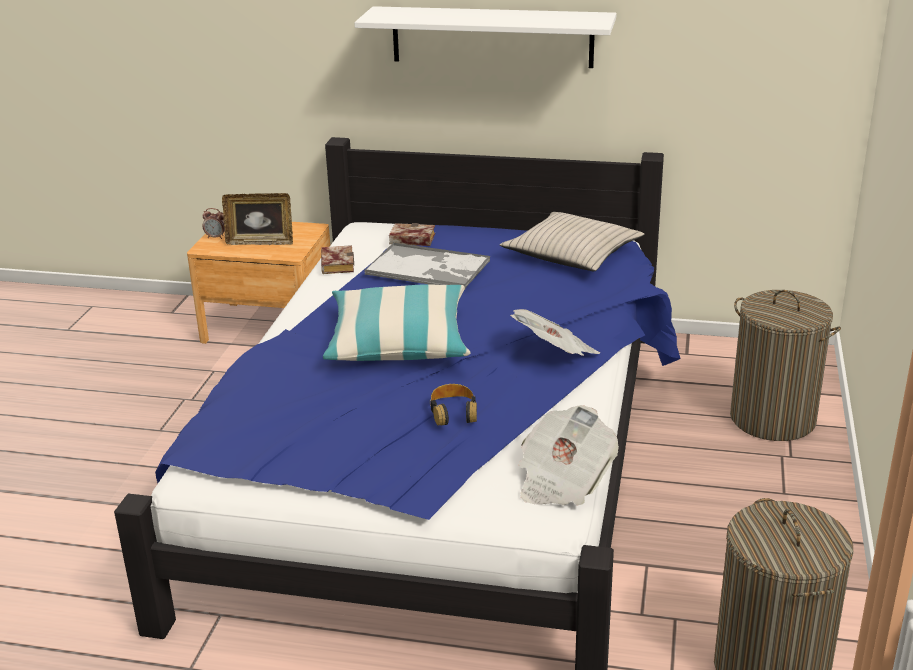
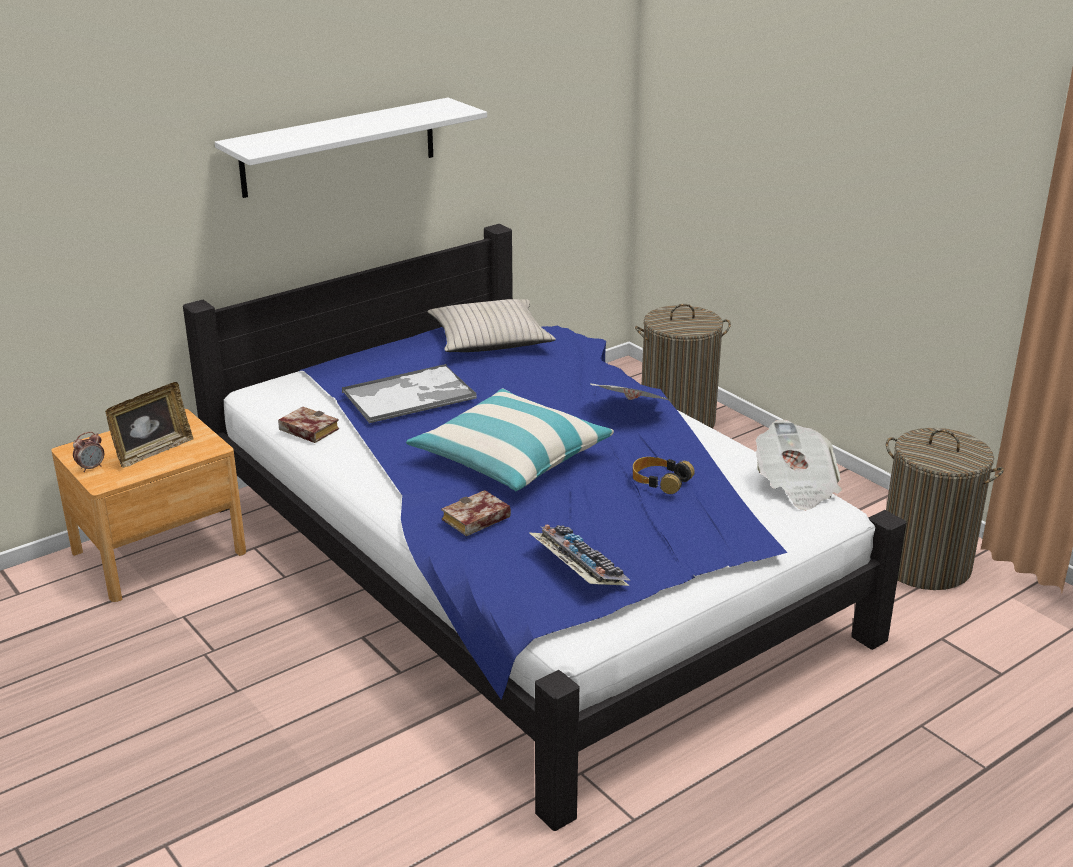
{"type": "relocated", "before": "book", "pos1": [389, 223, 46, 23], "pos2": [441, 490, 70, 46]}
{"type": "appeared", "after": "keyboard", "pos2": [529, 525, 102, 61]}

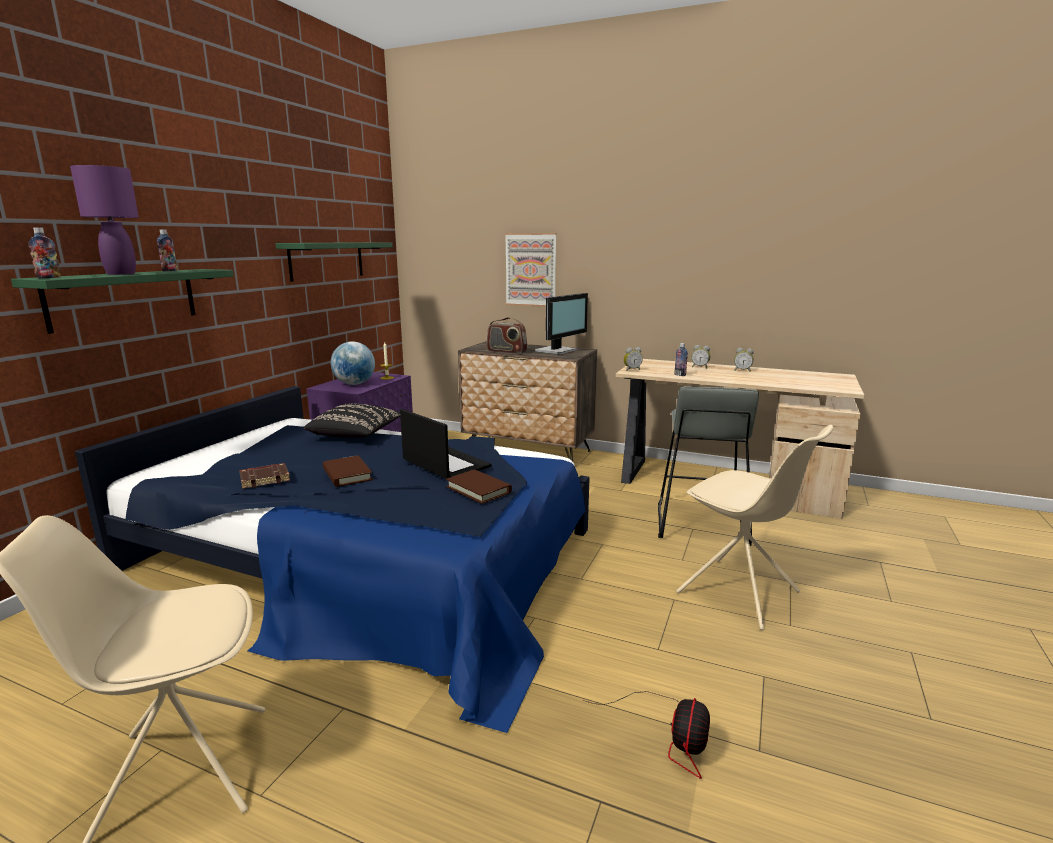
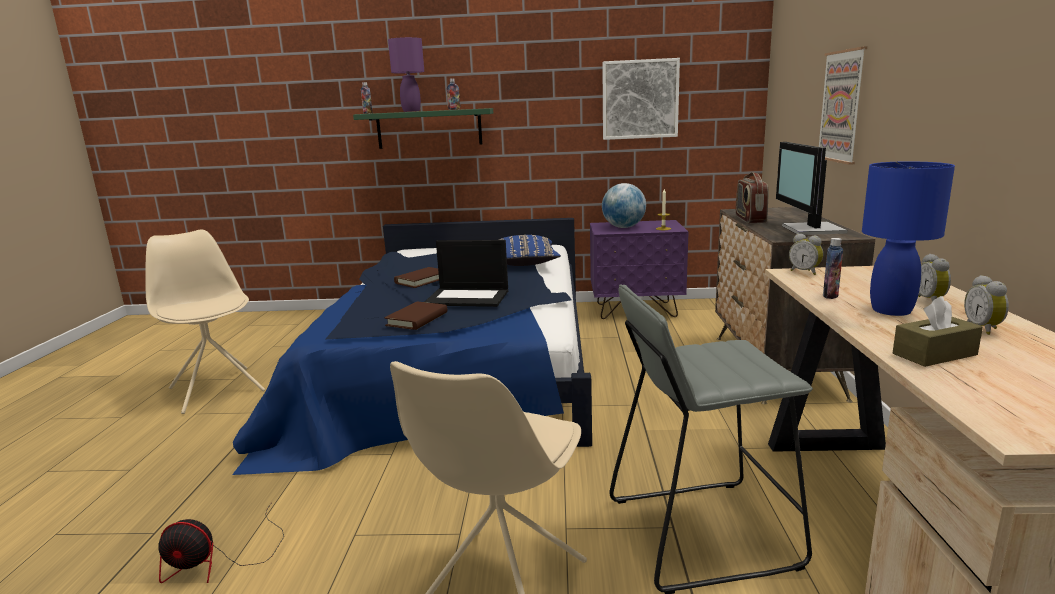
{"type": "spun", "before": "laptop", "pos1": [400, 409, 92, 70], "pos2": [425, 240, 83, 67], "turn": 75}
{"type": "colour", "before": "black pillow", "after": "blue pillow", "pos1": [304, 403, 96, 35], "pos2": [499, 235, 62, 31]}
{"type": "exchanged", "before": "green shelf", "after": "picture", "pos1": [276, 242, 117, 40], "pos2": [602, 58, 78, 82]}
{"type": "spun", "before": "monitor", "pos1": [535, 293, 53, 62], "pos2": [776, 142, 72, 93], "turn": 75}
{"type": "appeared", "after": "blue table lamp", "pos2": [862, 161, 93, 155]}
{"type": "appeared", "after": "brown tissue box", "pos2": [893, 296, 90, 71]}
{"type": "missing", "before": "brown book", "pos1": [239, 463, 51, 26]}

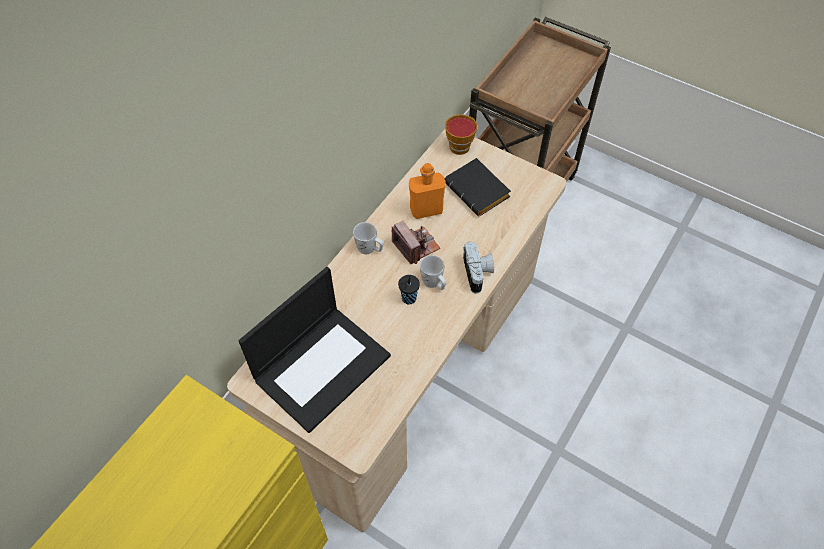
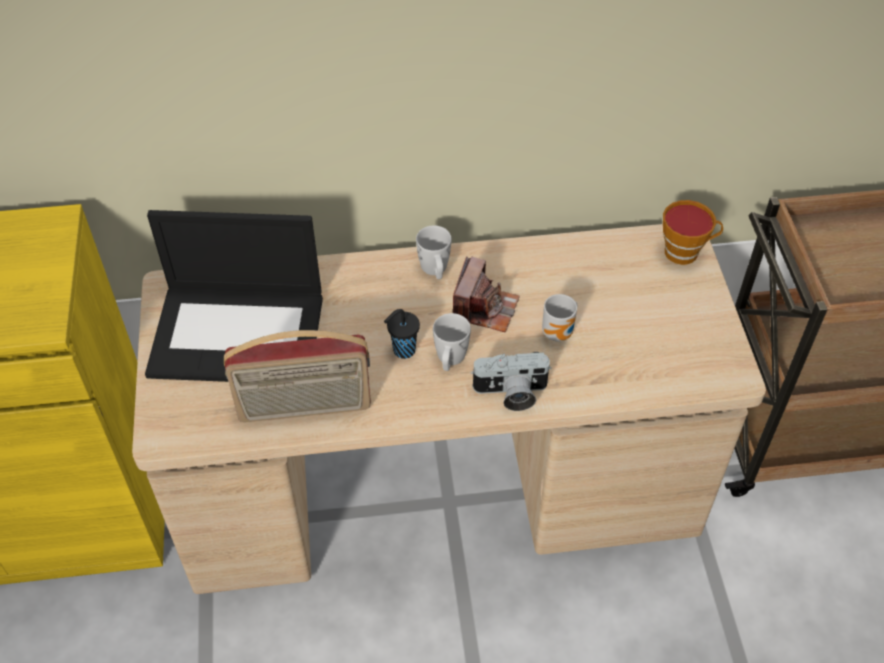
{"type": "appeared", "after": "radio", "pos2": [224, 330, 147, 92]}
{"type": "spun", "before": "photo camera", "pos1": [463, 241, 31, 53], "pos2": [470, 352, 82, 59], "turn": 45}
{"type": "appeared", "after": "mug", "pos2": [542, 294, 35, 48]}
{"type": "missing", "before": "orange bottle", "pos1": [409, 163, 37, 56]}
{"type": "missing", "before": "black book", "pos1": [445, 158, 66, 58]}

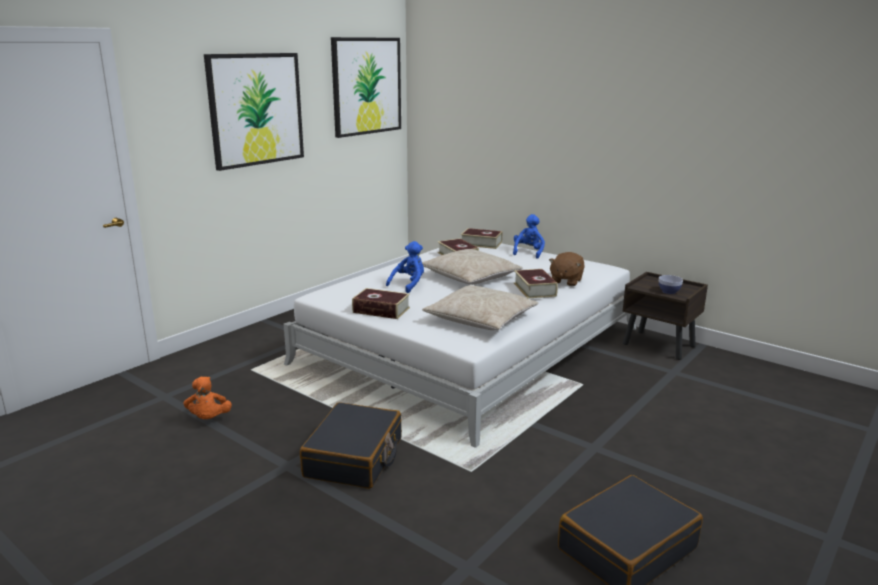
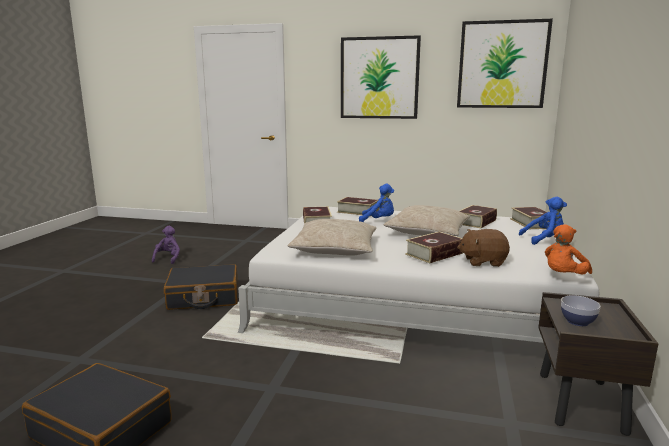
{"type": "appeared", "after": "purple plush toy", "pos2": [152, 226, 28, 38]}
{"type": "appeared", "after": "book", "pos2": [337, 197, 42, 18]}
{"type": "relocated", "before": "orange plush toy", "pos1": [184, 377, 48, 42], "pos2": [545, 224, 47, 51]}

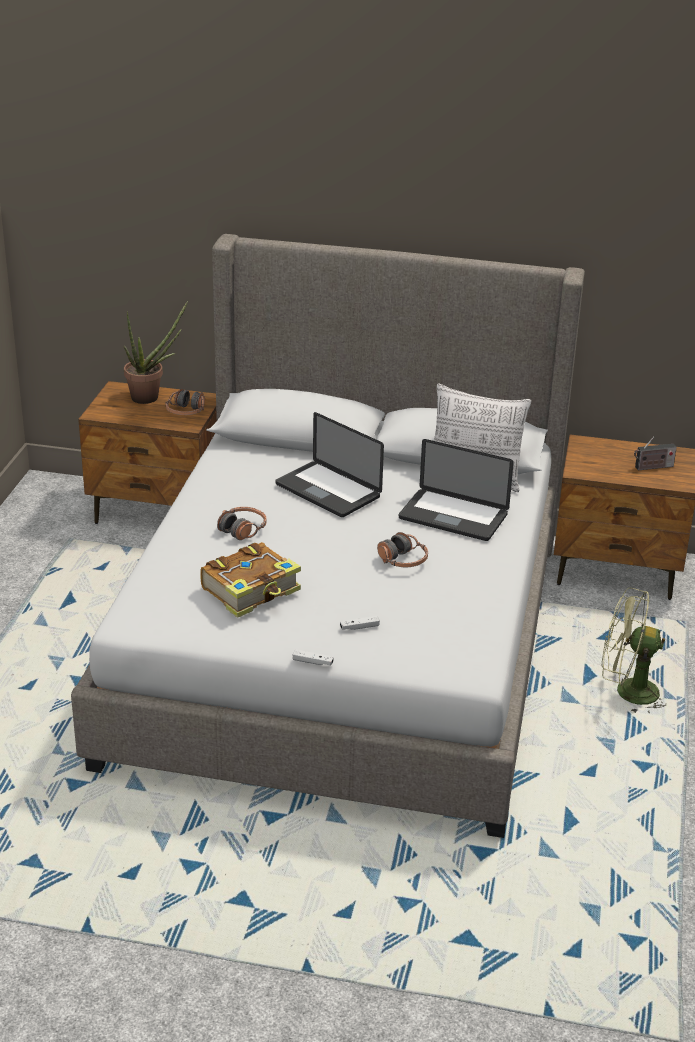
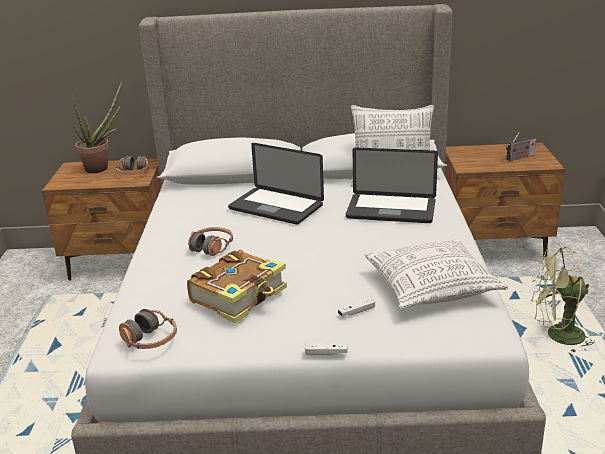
{"type": "relocated", "before": "headphones", "pos1": [377, 532, 51, 35], "pos2": [119, 309, 58, 40]}
{"type": "appeared", "after": "pillow", "pos2": [364, 239, 144, 70]}

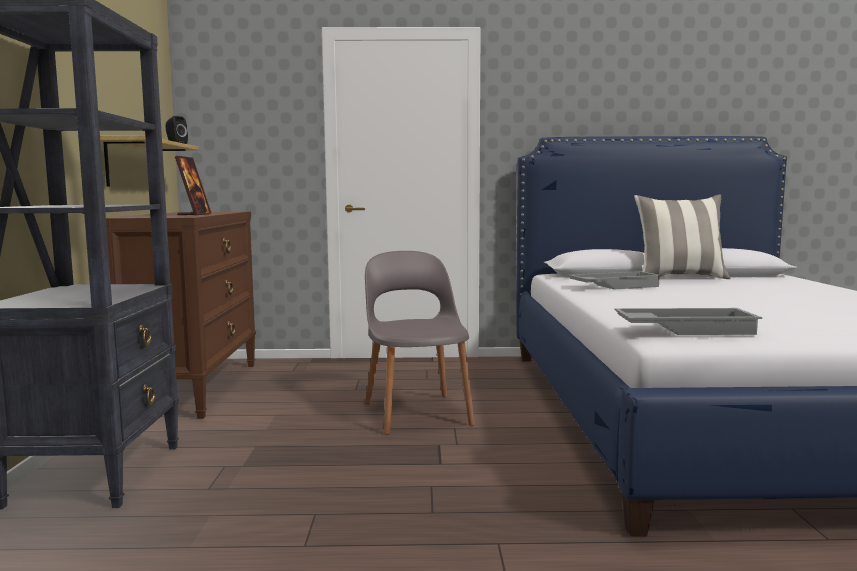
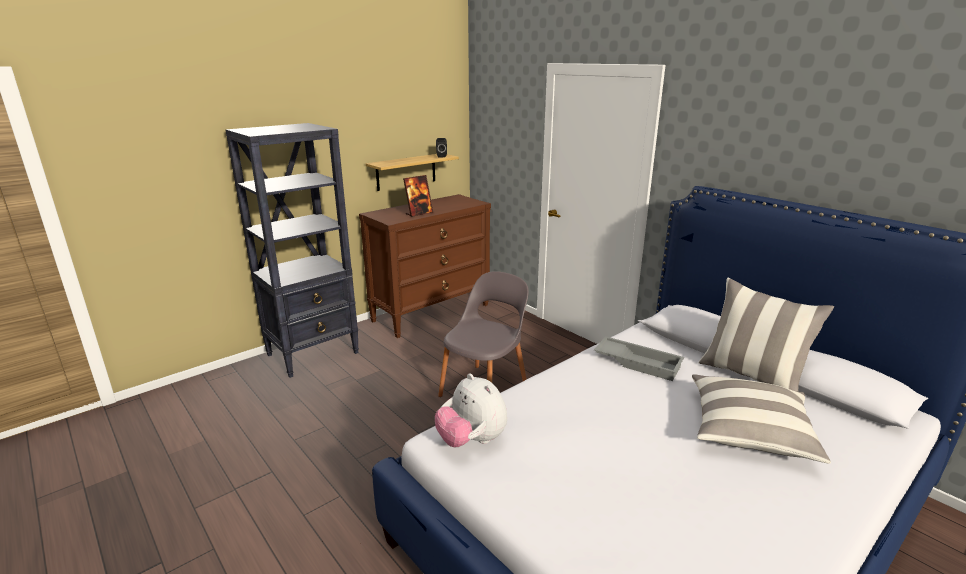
{"type": "exchanged", "before": "grey tray", "after": "plush toy", "pos1": [614, 308, 148, 27], "pos2": [435, 373, 72, 74]}
{"type": "appeared", "after": "pillow", "pos2": [692, 374, 139, 90]}

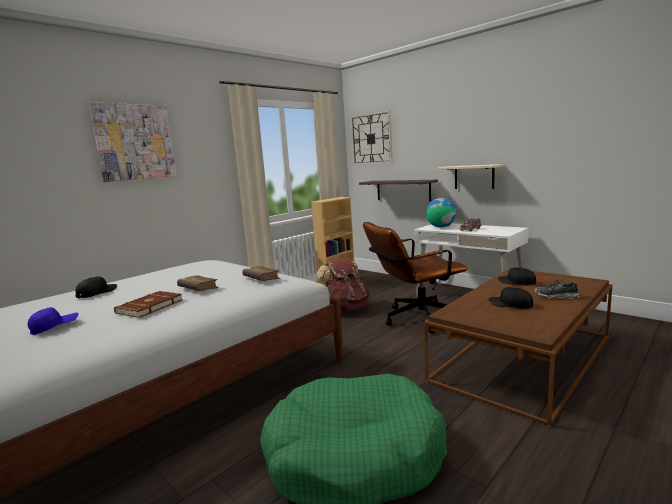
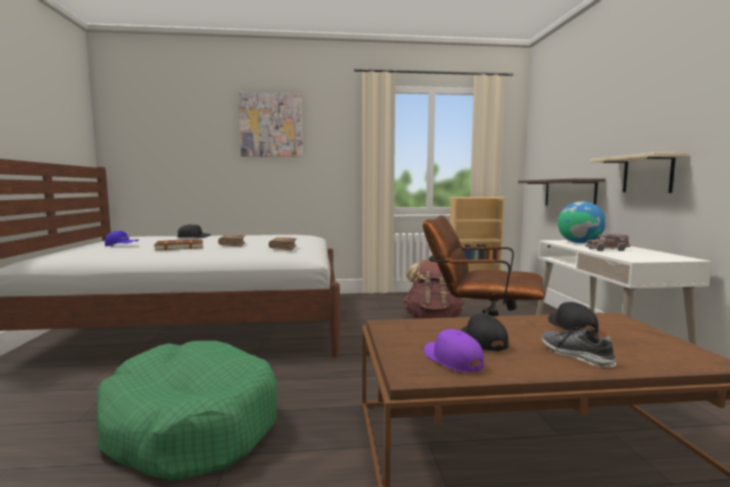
{"type": "appeared", "after": "purple cap", "pos2": [424, 329, 60, 44]}
{"type": "missing", "before": "wall clock", "pos1": [350, 110, 43, 55]}

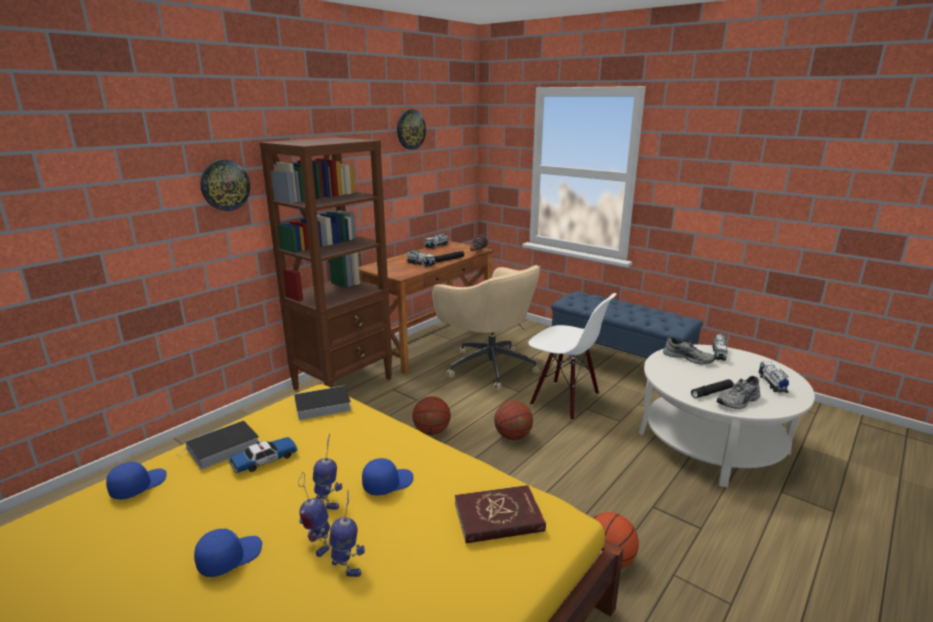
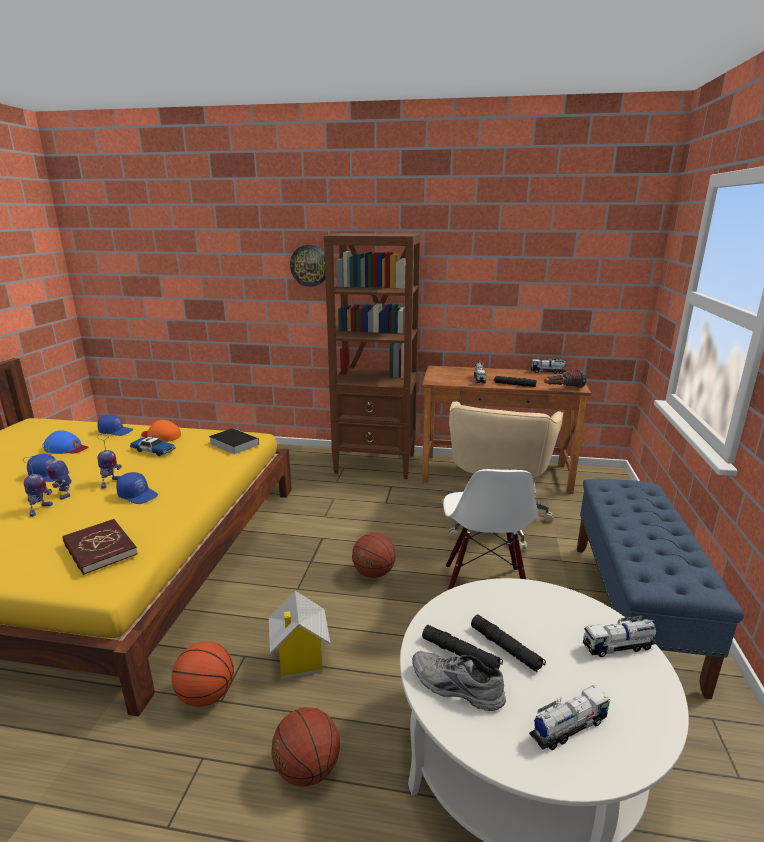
{"type": "spun", "before": "toy robot", "pos1": [298, 472, 32, 85], "pos2": [42, 440, 30, 60], "turn": -60}
{"type": "appeared", "after": "blue cap", "pos2": [43, 430, 45, 24]}
{"type": "exchanged", "before": "book", "after": "orange cap", "pos1": [176, 420, 83, 50], "pos2": [141, 420, 40, 22]}
{"type": "appeared", "after": "toy house", "pos2": [269, 591, 61, 88]}
{"type": "relocated", "before": "basketball", "pos1": [412, 396, 39, 39], "pos2": [271, 707, 69, 80]}
{"type": "appeared", "after": "black flashlight", "pos2": [471, 615, 75, 57]}
{"type": "missing", "before": "wall clock", "pos1": [397, 110, 29, 40]}
{"type": "missing", "before": "grey shoe", "pos1": [663, 337, 53, 28]}

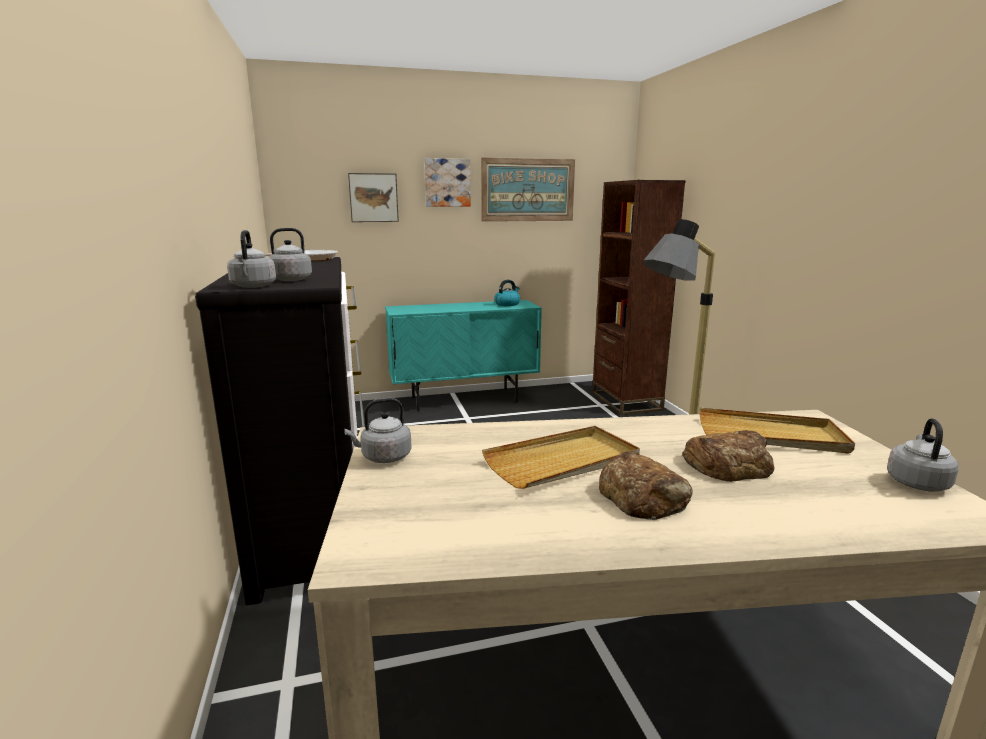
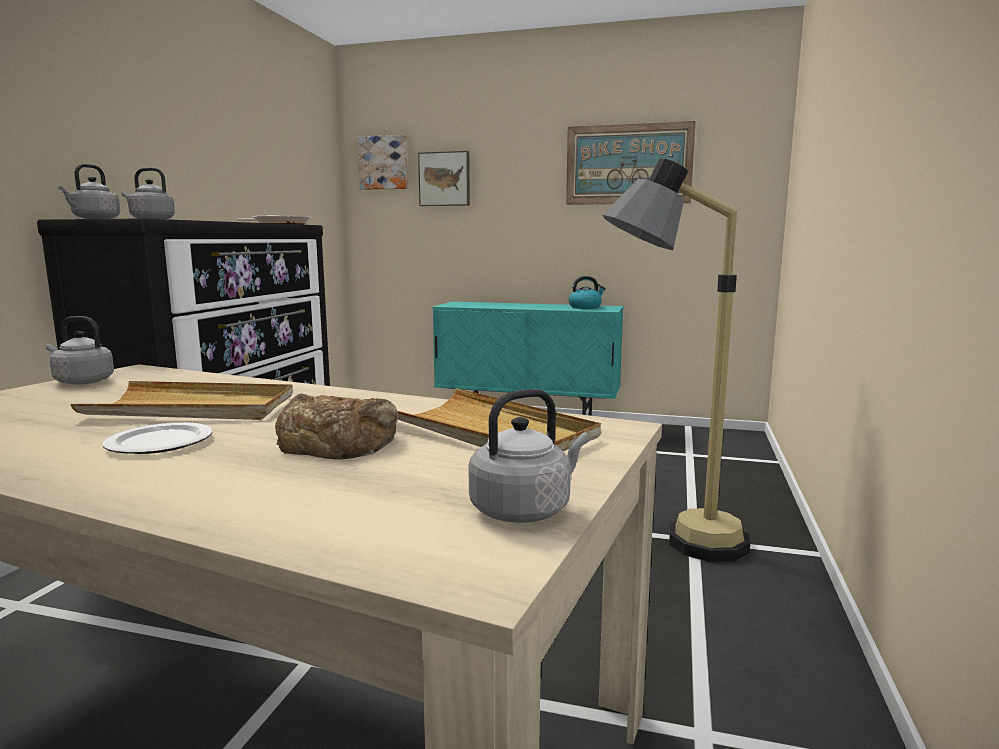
{"type": "exchanged", "before": "bread", "after": "plate", "pos1": [599, 451, 94, 69], "pos2": [103, 422, 110, 32]}
{"type": "relocated", "before": "picture", "pos1": [424, 158, 47, 49], "pos2": [358, 135, 50, 55]}
{"type": "missing", "before": "brown bookcase", "pos1": [592, 180, 94, 235]}

